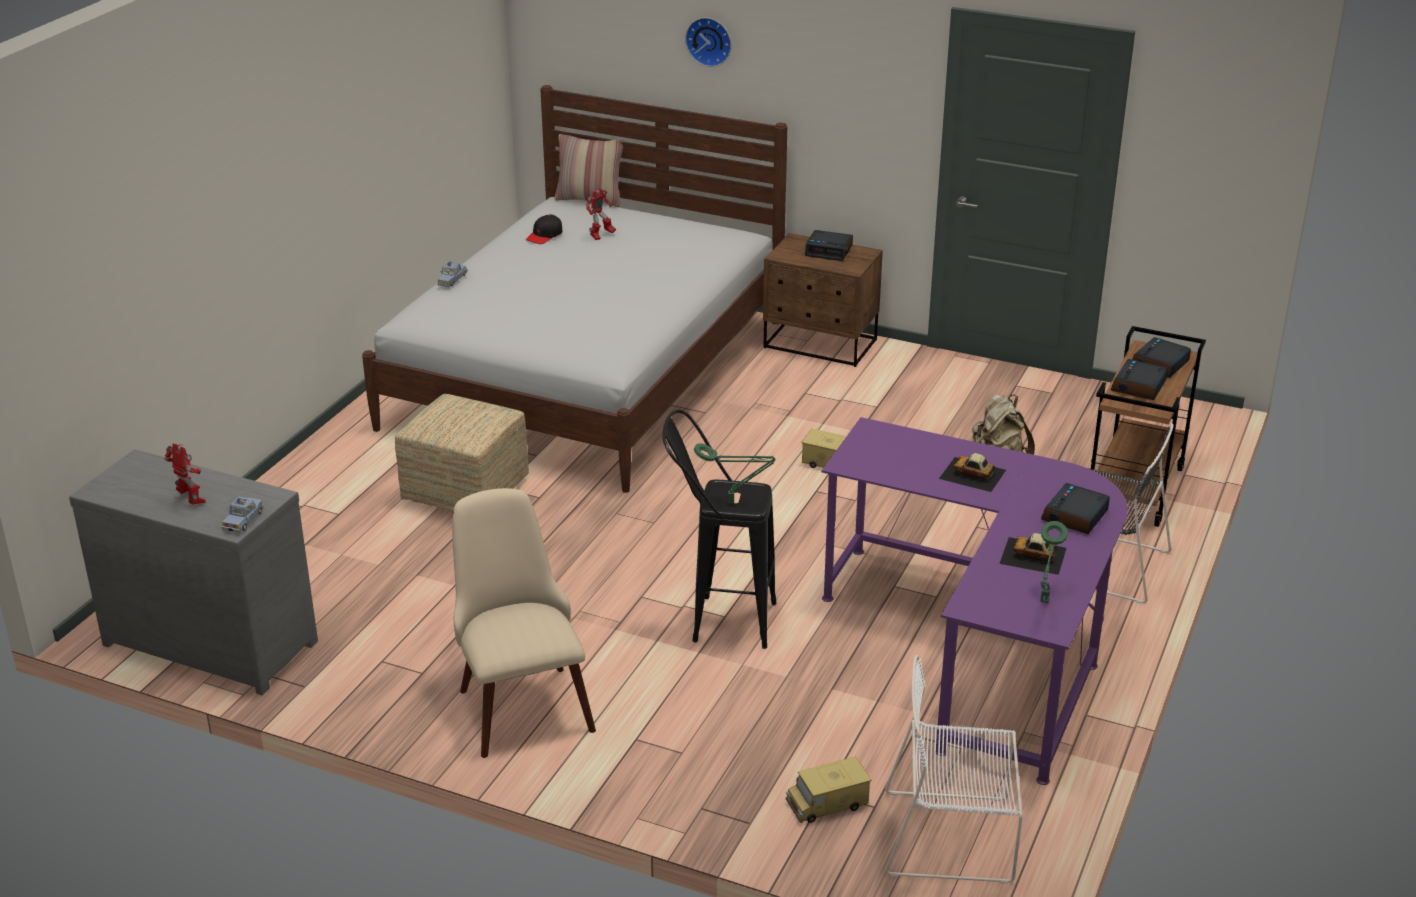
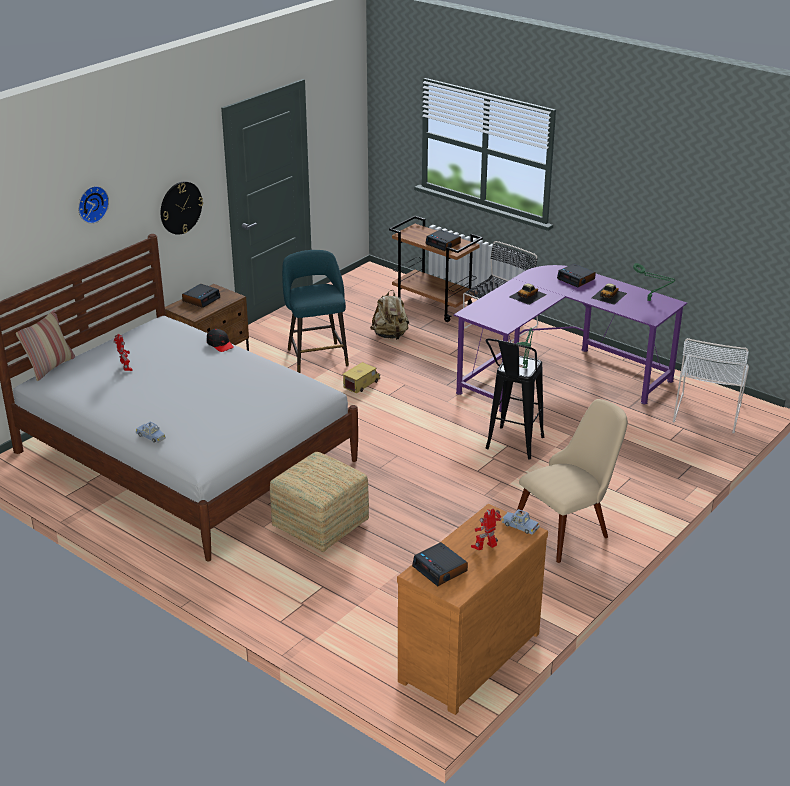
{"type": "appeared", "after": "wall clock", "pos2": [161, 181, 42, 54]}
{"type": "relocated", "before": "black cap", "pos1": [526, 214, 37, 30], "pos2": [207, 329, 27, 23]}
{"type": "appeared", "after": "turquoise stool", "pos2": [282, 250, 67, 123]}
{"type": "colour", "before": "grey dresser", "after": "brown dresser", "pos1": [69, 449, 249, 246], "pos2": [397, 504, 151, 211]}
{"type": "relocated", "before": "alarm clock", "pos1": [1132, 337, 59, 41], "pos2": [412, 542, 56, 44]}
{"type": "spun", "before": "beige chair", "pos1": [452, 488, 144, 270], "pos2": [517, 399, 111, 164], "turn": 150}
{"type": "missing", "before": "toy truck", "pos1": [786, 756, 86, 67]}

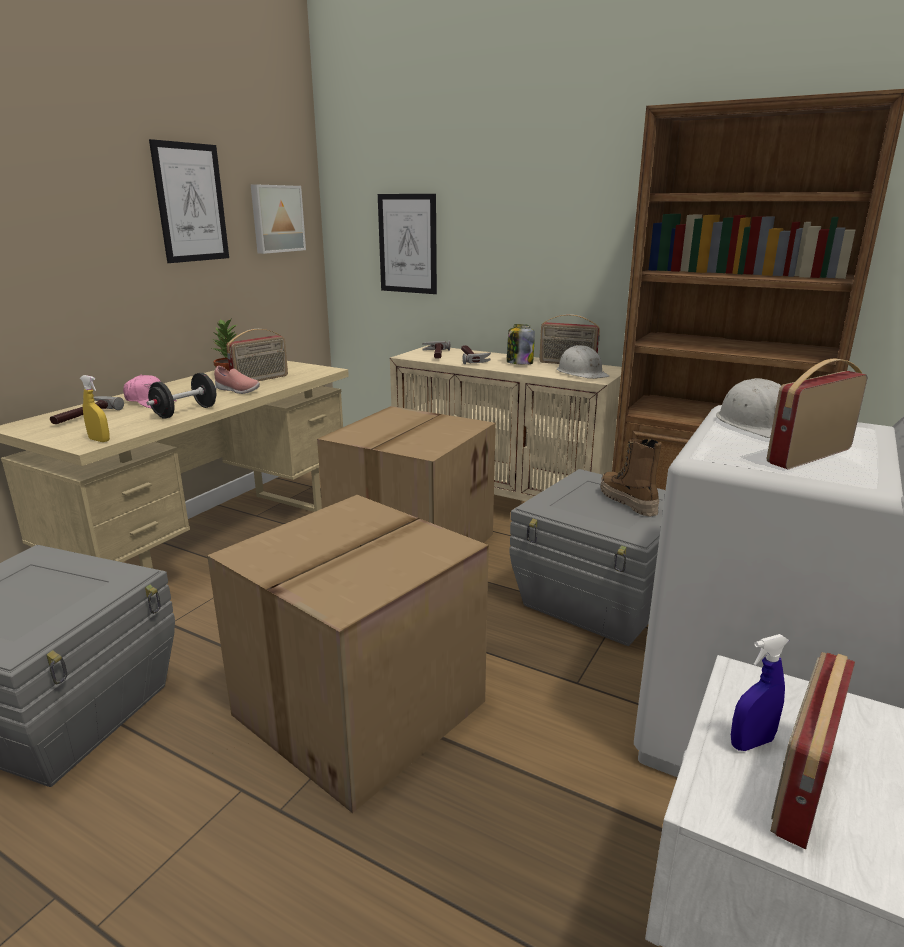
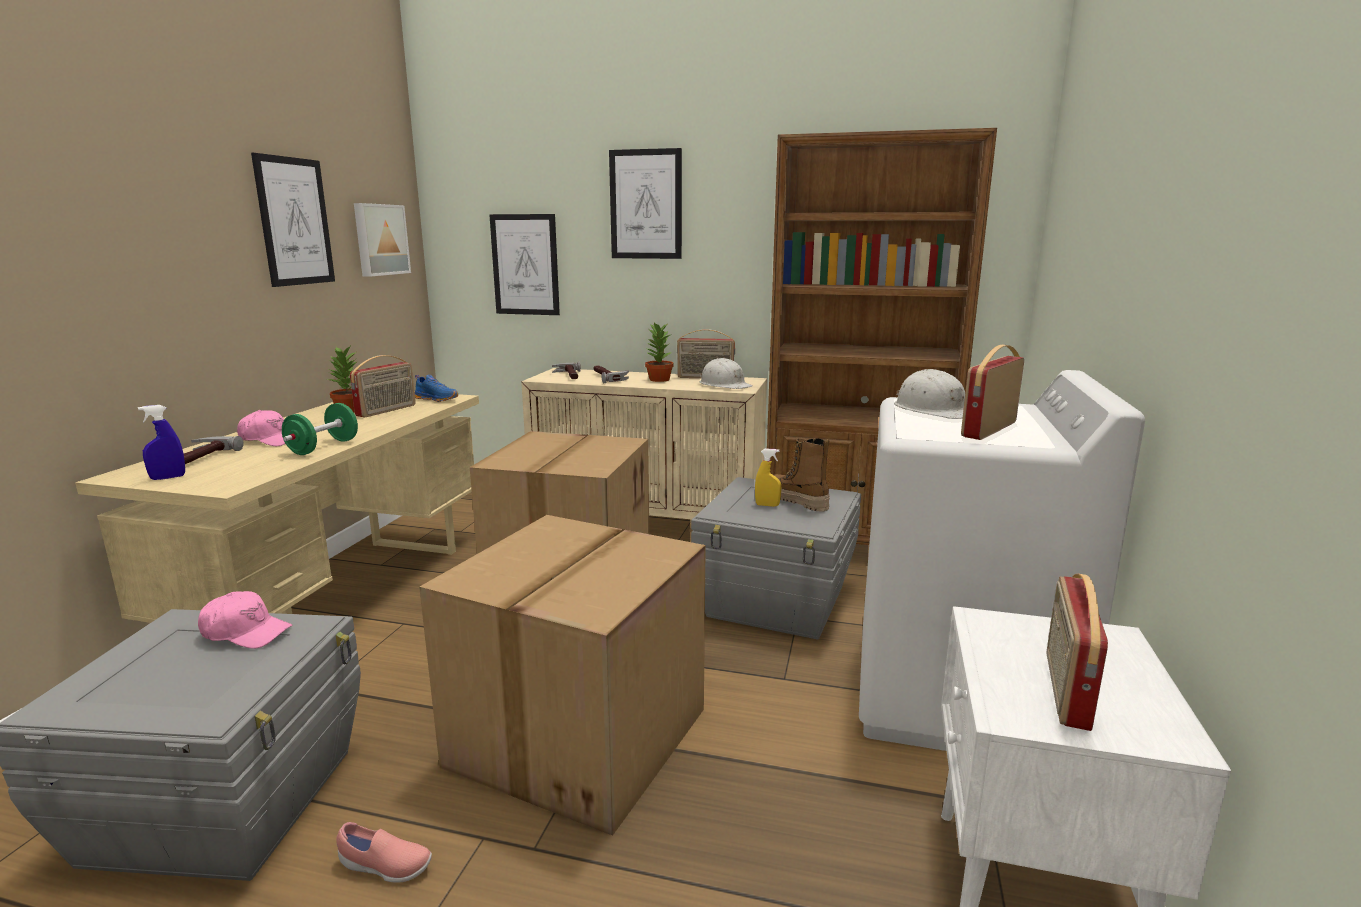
{"type": "relocated", "before": "blue spray bottle", "pos1": [731, 634, 58, 117], "pos2": [138, 405, 47, 75]}
{"type": "appeared", "after": "pink cap", "pos2": [198, 591, 94, 58]}
{"type": "colour", "before": "black dumbbell", "after": "green dumbbell", "pos1": [147, 373, 70, 46], "pos2": [282, 403, 76, 52]}
{"type": "relocated", "before": "pink shoe", "pos1": [214, 366, 46, 28], "pos2": [336, 822, 96, 61]}
{"type": "appeared", "after": "blue shoe", "pos2": [415, 375, 43, 27]}
{"type": "appeared", "after": "picture", "pos2": [609, 148, 73, 111]}
{"type": "exchanged", "before": "jar", "after": "potted plant", "pos1": [507, 324, 28, 41], "pos2": [645, 323, 29, 59]}
{"type": "relocated", "before": "yellow spray bottle", "pos1": [80, 375, 30, 67], "pos2": [755, 448, 26, 59]}

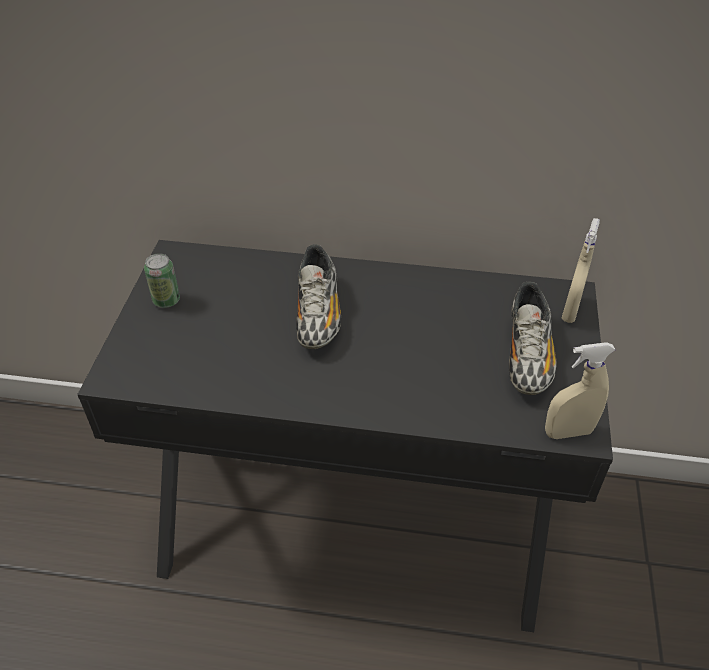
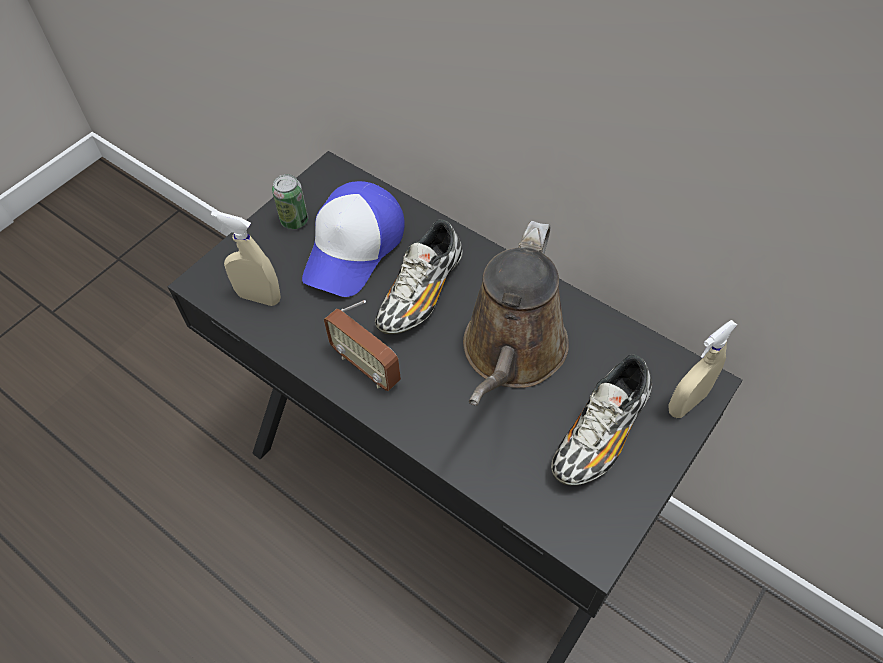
{"type": "relocated", "before": "beige spray bottle", "pos1": [545, 342, 71, 97], "pos2": [211, 211, 70, 95]}
{"type": "appeared", "after": "cap", "pos2": [302, 181, 103, 116]}
{"type": "appeared", "after": "radio", "pos2": [324, 300, 77, 91]}
{"type": "appeared", "after": "brown watering can", "pos2": [463, 221, 106, 185]}

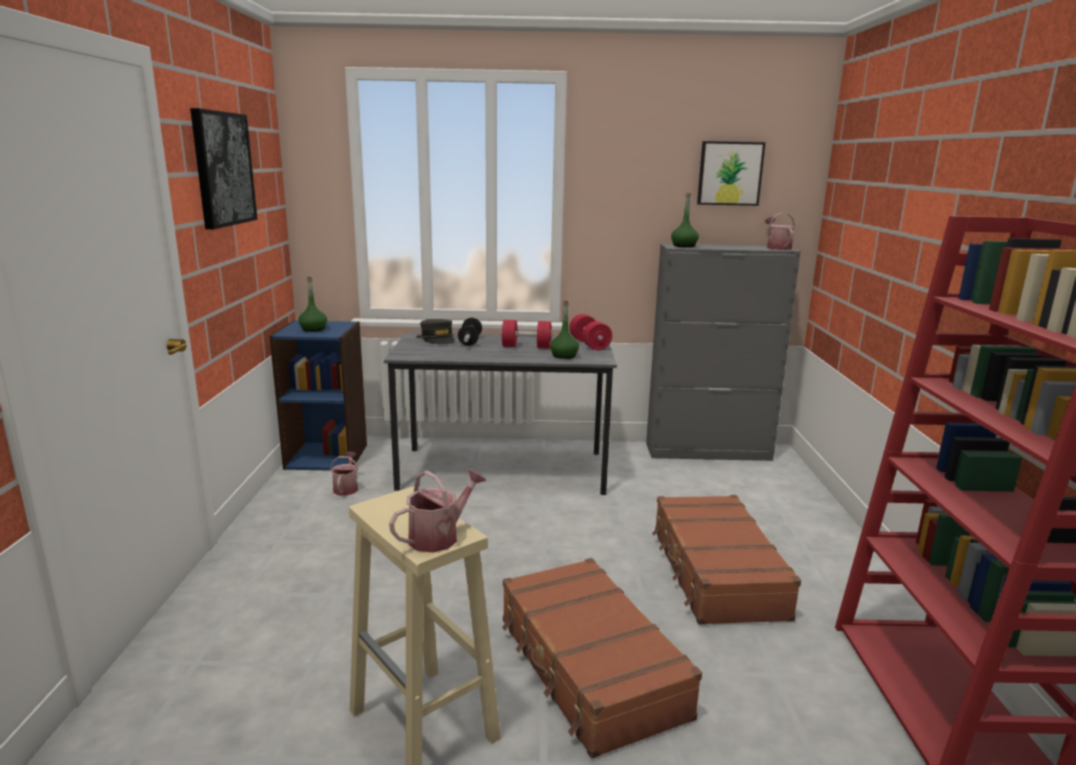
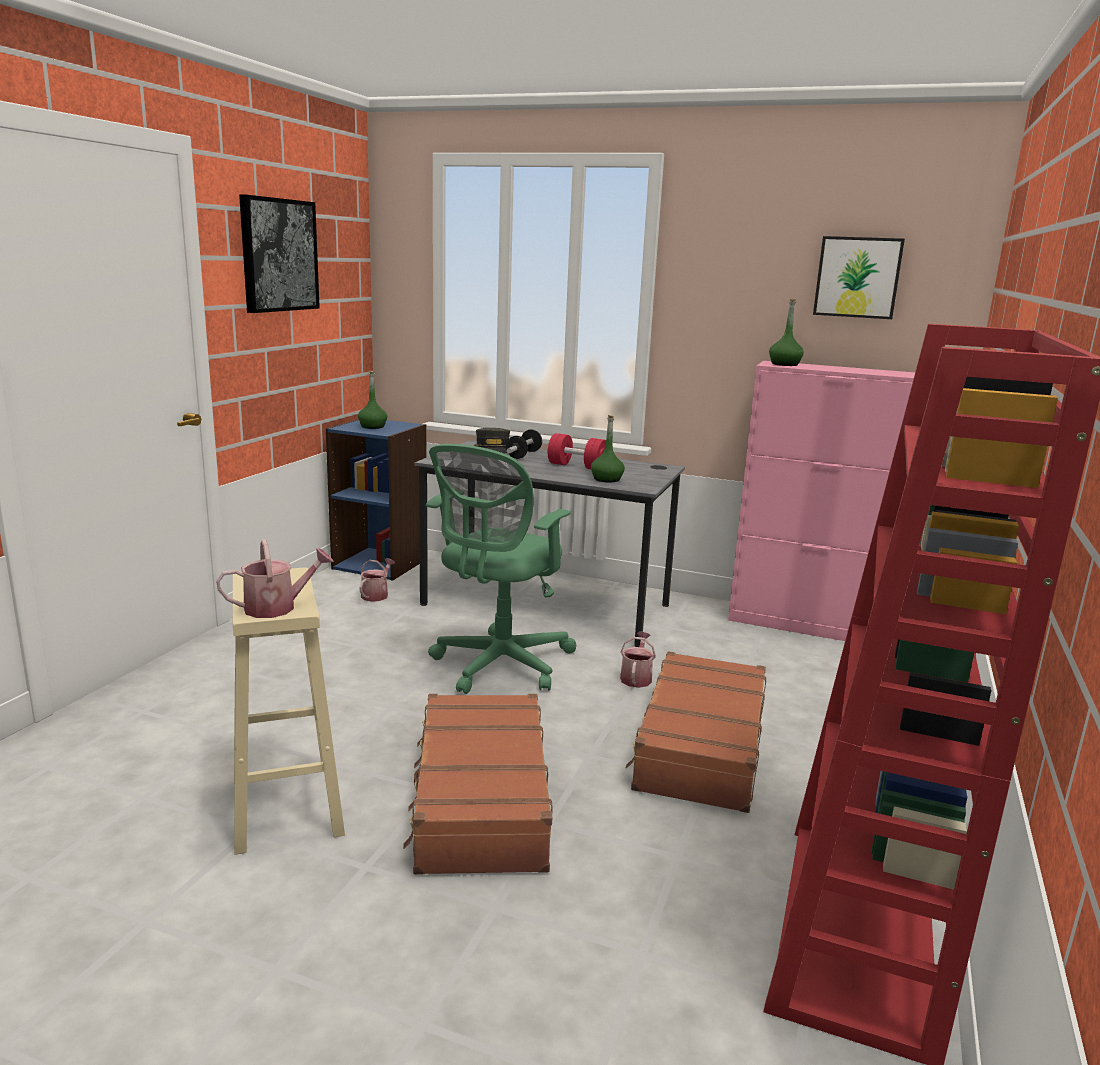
{"type": "appeared", "after": "green office chair", "pos2": [426, 444, 151, 250]}
{"type": "relocated", "before": "watering can", "pos1": [765, 213, 30, 37], "pos2": [620, 632, 36, 56]}
{"type": "colour", "before": "grey cabinet", "after": "pink cabinet", "pos1": [646, 244, 155, 217], "pos2": [728, 361, 187, 280]}
{"type": "missing", "before": "red dumbbell", "pos1": [569, 314, 43, 36]}

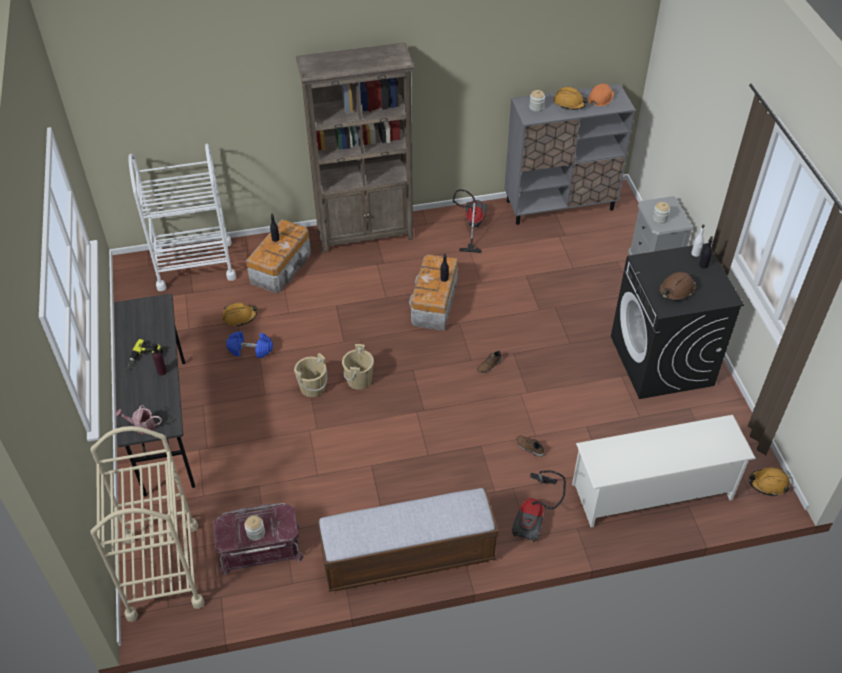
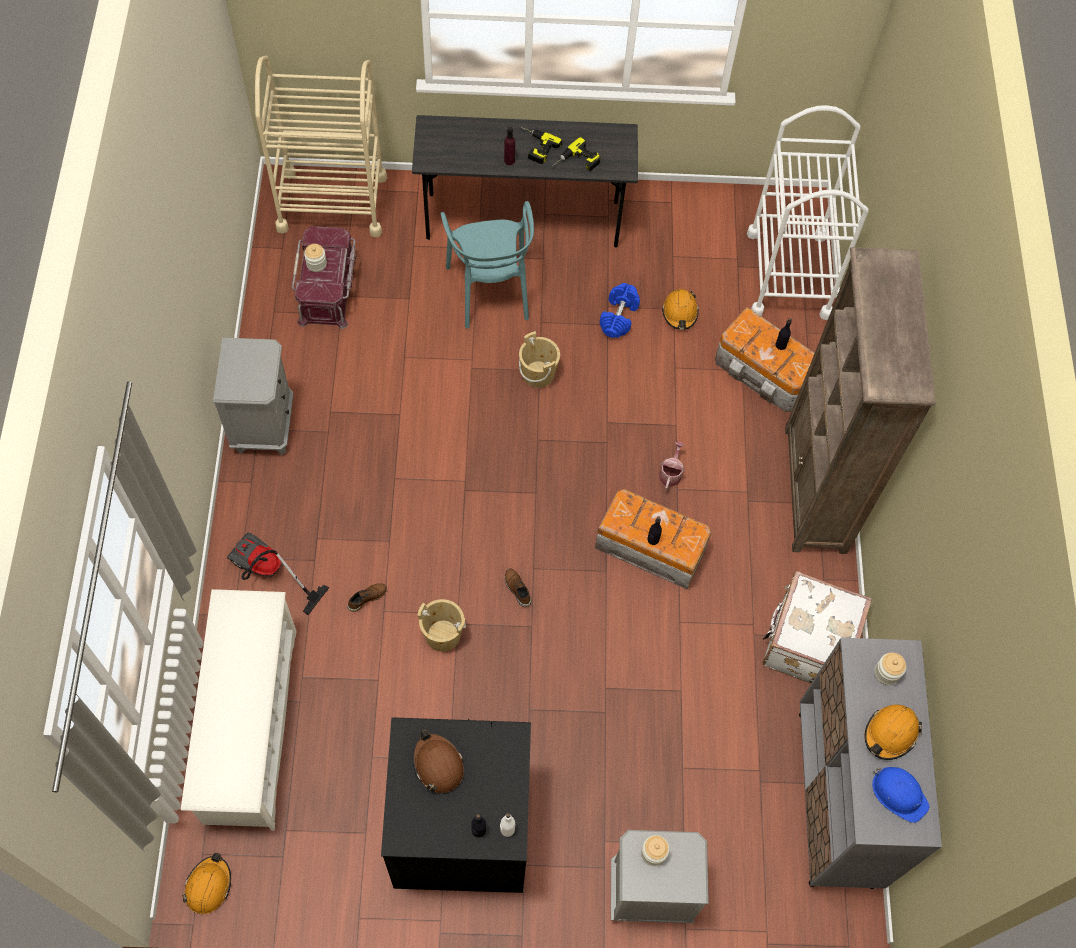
{"type": "exchanged", "before": "bench", "after": "grey nightstand", "pos1": [317, 488, 182, 104], "pos2": [213, 337, 81, 118]}
{"type": "relocated", "before": "beige bucket", "pos1": [342, 344, 32, 46], "pos2": [417, 599, 49, 53]}
{"type": "appeared", "after": "turquoise chair", "pos2": [441, 201, 93, 128]}
{"type": "appeared", "after": "power drill", "pos2": [551, 137, 50, 34]}
{"type": "relocated", "before": "watering can", "pos1": [115, 405, 47, 29], "pos2": [659, 441, 26, 49]}
{"type": "exchanged", "before": "vacuum cleaner", "after": "white suitcase", "pos1": [453, 189, 34, 64], "pos2": [762, 571, 110, 112]}
{"type": "colour", "before": "orange hard hat", "after": "blue hard hat", "pos1": [588, 84, 26, 22], "pos2": [872, 767, 58, 56]}

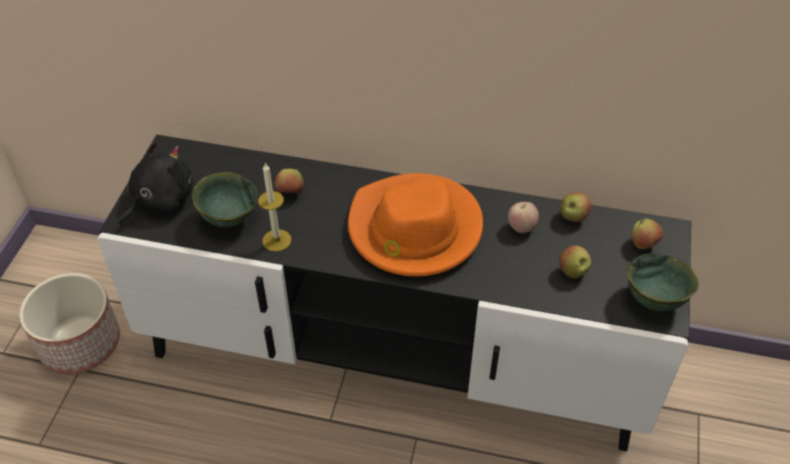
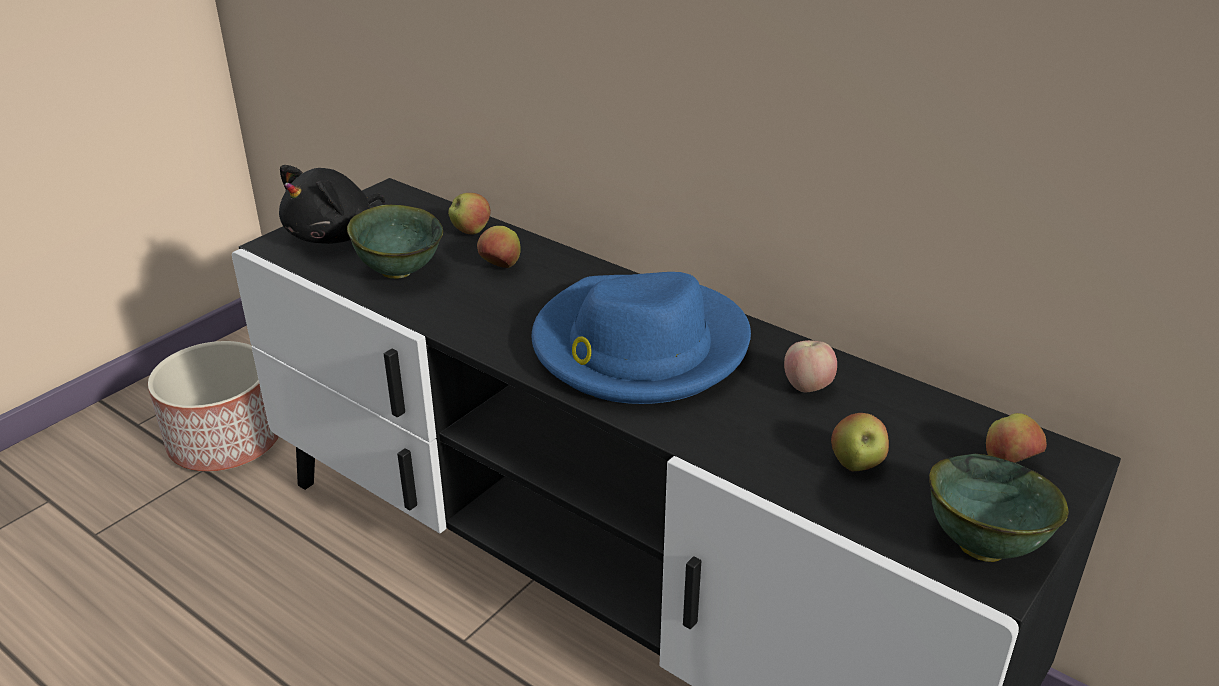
{"type": "spun", "before": "black plush toy", "pos1": [118, 141, 75, 85], "pos2": [279, 165, 106, 79], "turn": 150}
{"type": "relocated", "before": "apple", "pos1": [561, 192, 30, 30], "pos2": [448, 193, 43, 42]}
{"type": "colour", "before": "orange hat", "after": "blue hat", "pos1": [348, 173, 135, 104], "pos2": [532, 272, 219, 132]}
{"type": "missing", "before": "candle", "pos1": [258, 162, 33, 90]}

